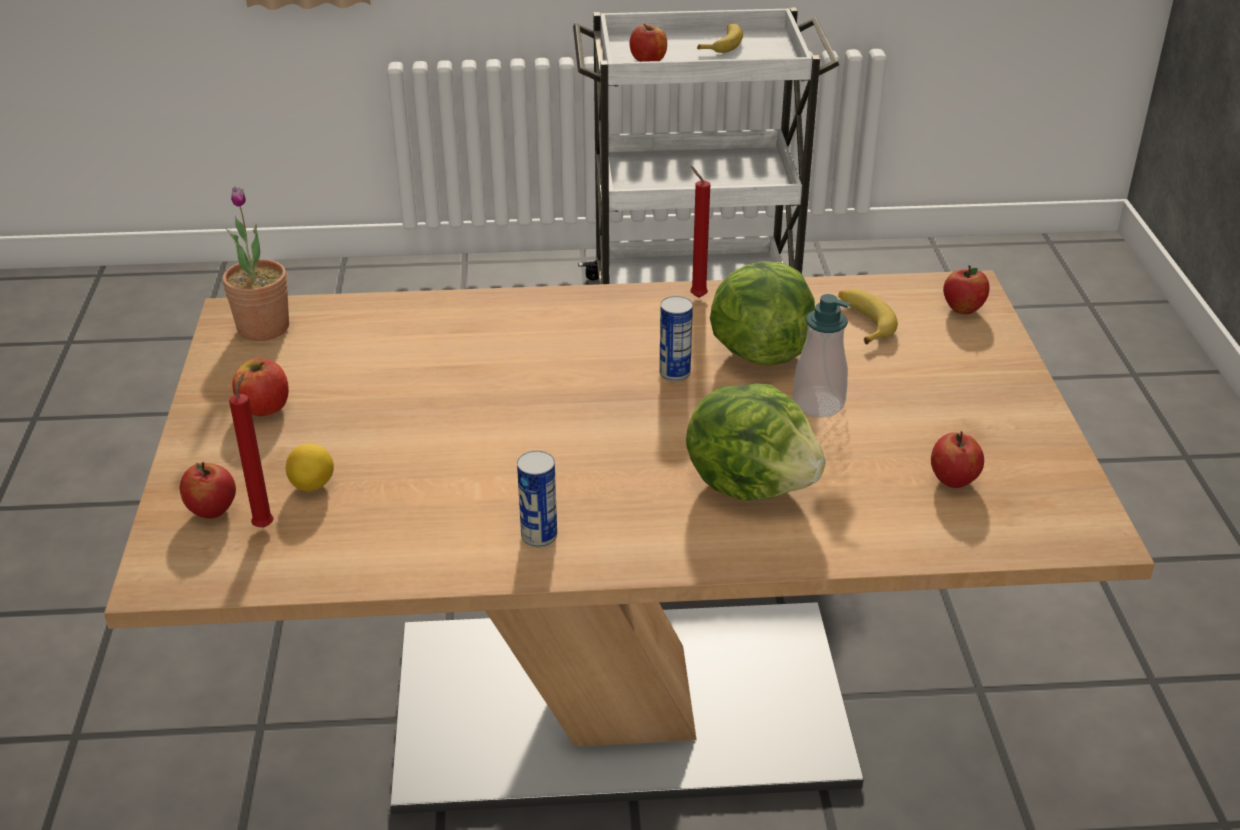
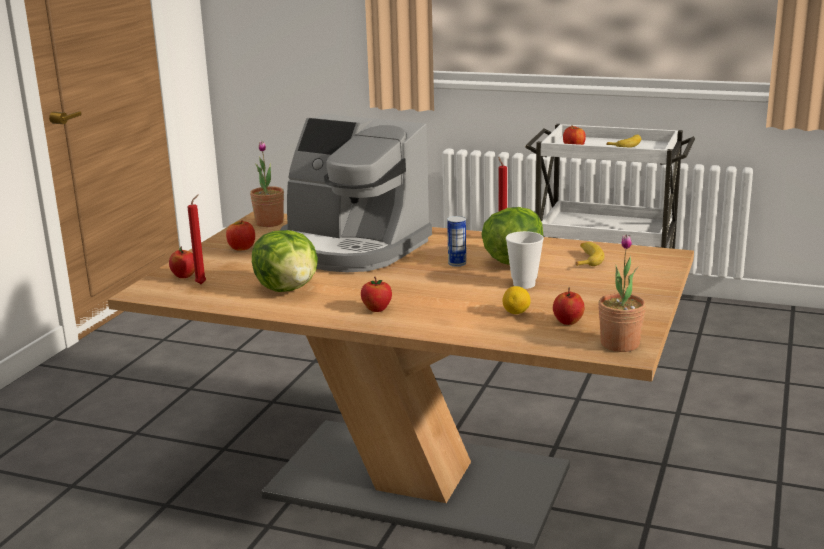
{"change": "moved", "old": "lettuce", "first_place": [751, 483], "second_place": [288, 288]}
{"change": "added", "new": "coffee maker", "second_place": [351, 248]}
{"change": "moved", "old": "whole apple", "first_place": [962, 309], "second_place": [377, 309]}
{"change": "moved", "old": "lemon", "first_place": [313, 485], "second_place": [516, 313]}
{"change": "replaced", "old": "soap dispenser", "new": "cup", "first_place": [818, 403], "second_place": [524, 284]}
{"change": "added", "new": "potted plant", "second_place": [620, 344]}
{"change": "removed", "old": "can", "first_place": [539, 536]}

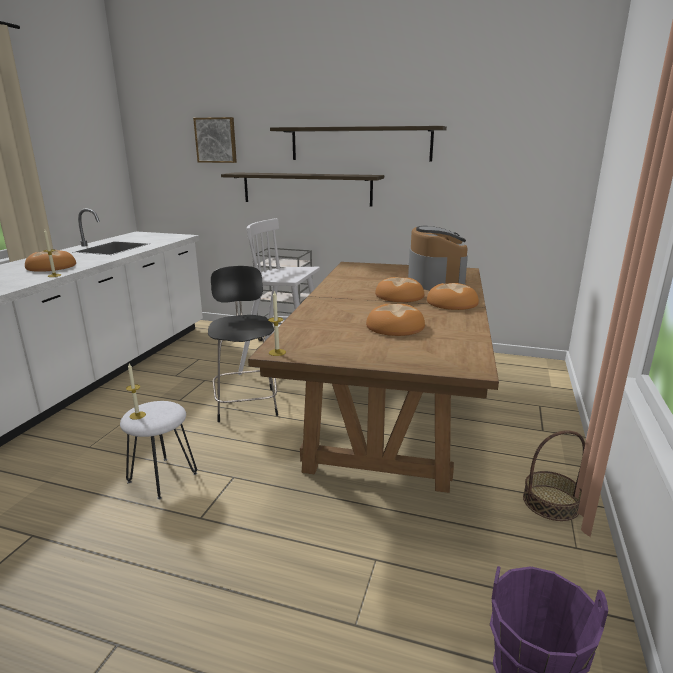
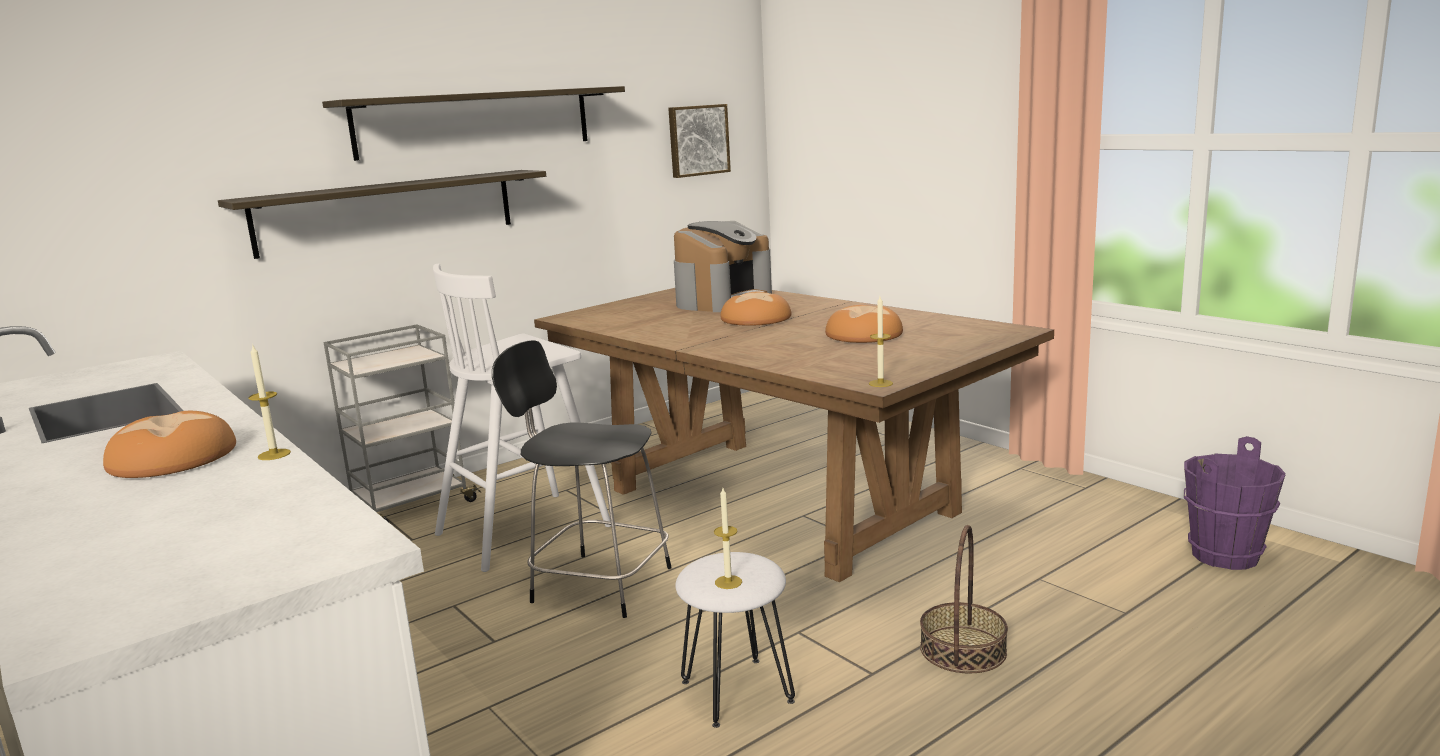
{"change": "moved", "old": "wall art", "first_place": [216, 140], "second_place": [697, 140]}
{"change": "turned", "old": "coffee maker", "first_place": [435, 281], "second_place": [723, 300], "degrees": 90}
{"change": "moved", "old": "basket", "first_place": [550, 502], "second_place": [962, 649]}
{"change": "removed", "old": "bread", "first_place": [452, 303]}

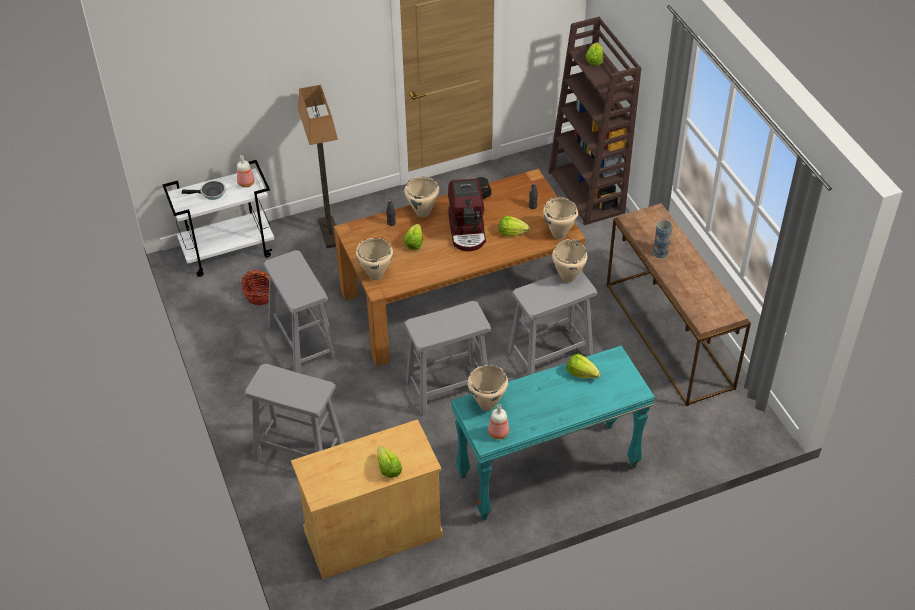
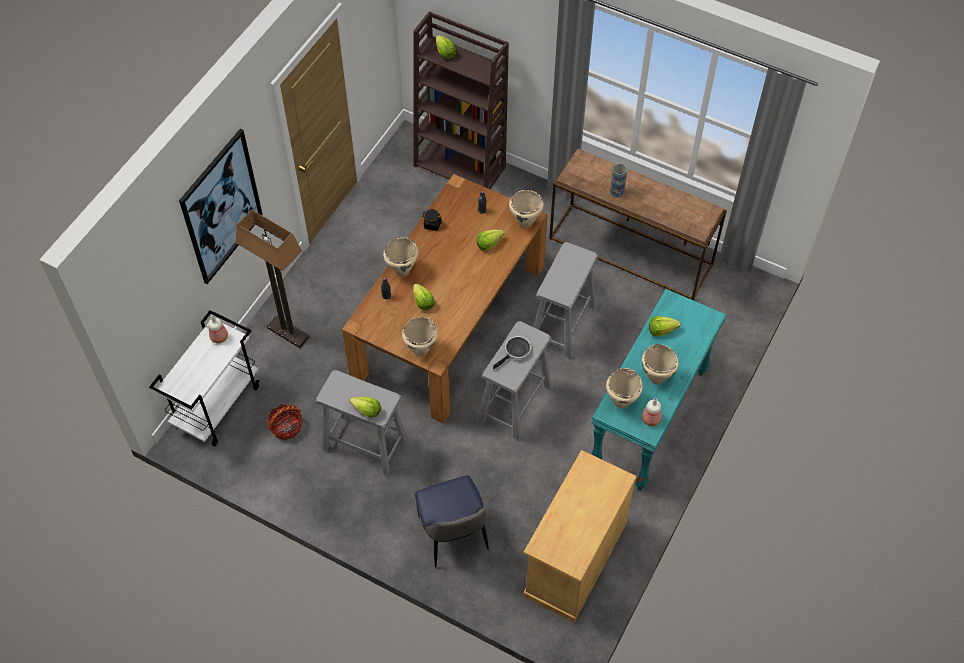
{"change": "added", "new": "wall art", "second_place": [221, 207]}
{"change": "moved", "old": "lettuce", "first_place": [388, 468], "second_place": [367, 411]}
{"change": "replaced", "old": "greyish stool seat", "new": "upright chair", "first_place": [298, 450], "second_place": [453, 536]}
{"change": "moved", "old": "frying pan", "first_place": [211, 193], "second_place": [516, 352]}
{"change": "moved", "old": "sand-coloured stockpot", "first_place": [567, 277], "second_place": [656, 378]}
{"change": "removed", "old": "coffee maker", "first_place": [468, 231]}

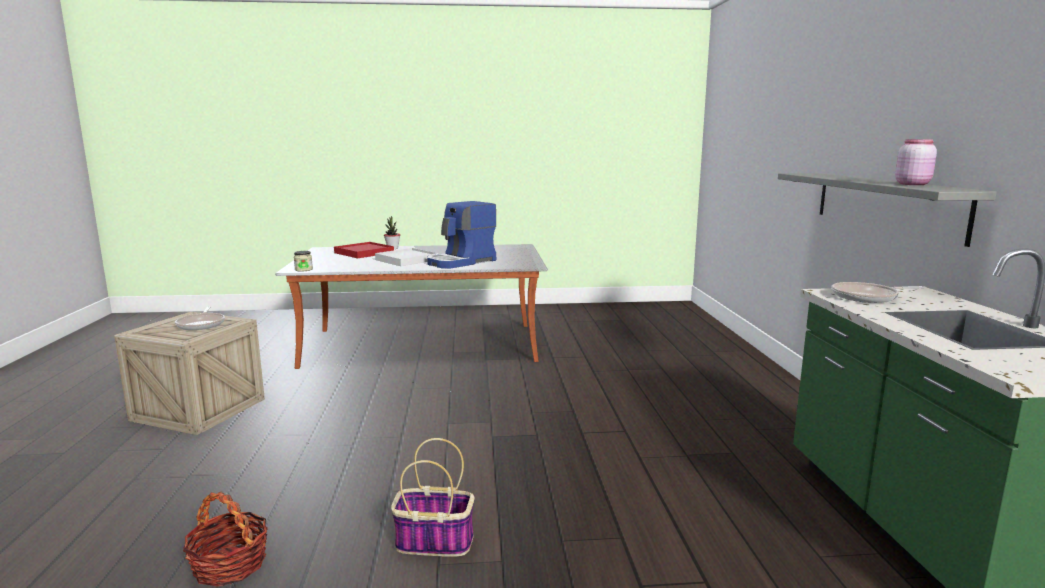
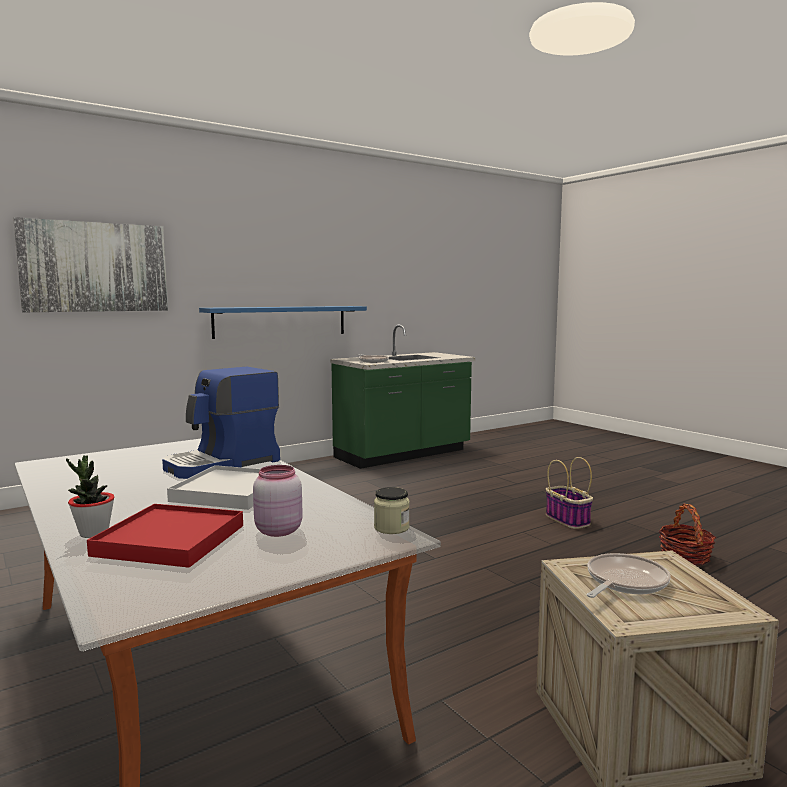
{"change": "added", "new": "wall art", "second_place": [95, 267]}
{"change": "turned", "old": "coffee maker", "first_place": [462, 262], "second_place": [223, 464], "degrees": 120}
{"change": "recoloured", "old": "greyish shelf", "new": "blue-coloured shelf", "first_place": [885, 204], "second_place": [281, 321]}
{"change": "moved", "old": "pinkish preserve jar", "first_place": [912, 184], "second_place": [277, 531]}

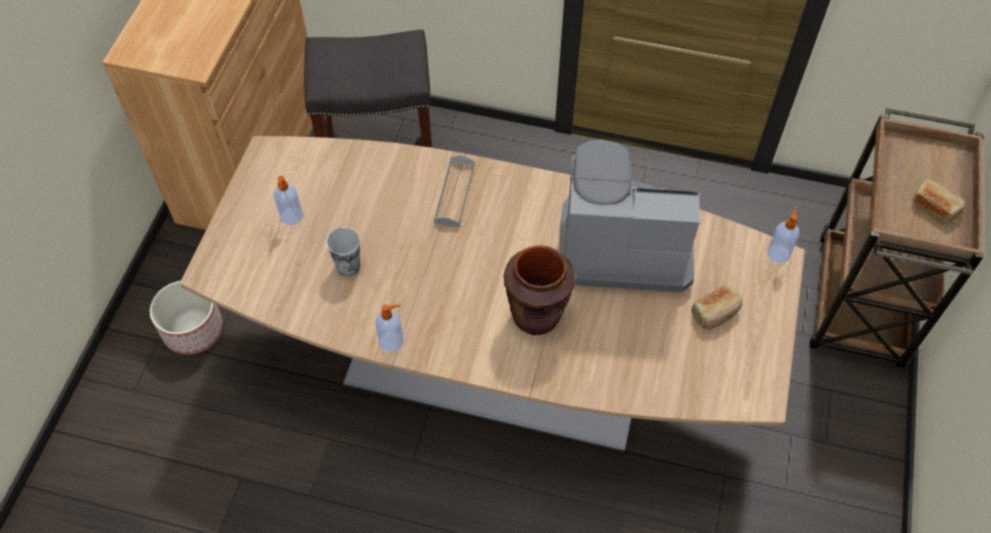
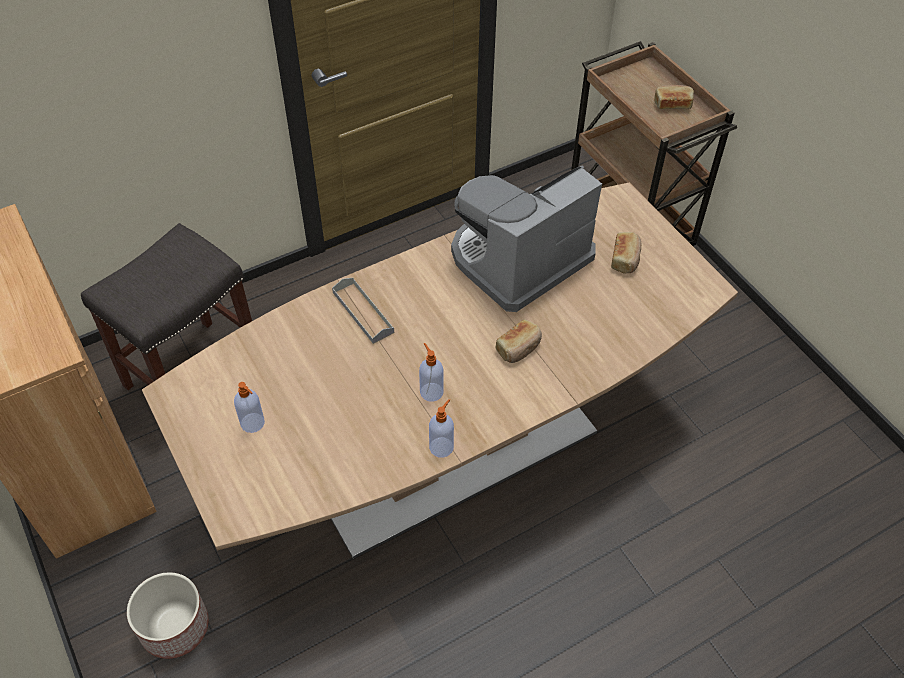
{"change": "moved", "old": "soap dispenser", "first_place": [778, 253], "second_place": [431, 391]}
{"change": "replaced", "old": "brown decorative vase", "new": "bread", "first_place": [536, 315], "second_place": [519, 348]}
{"change": "removed", "old": "cup", "first_place": [348, 265]}

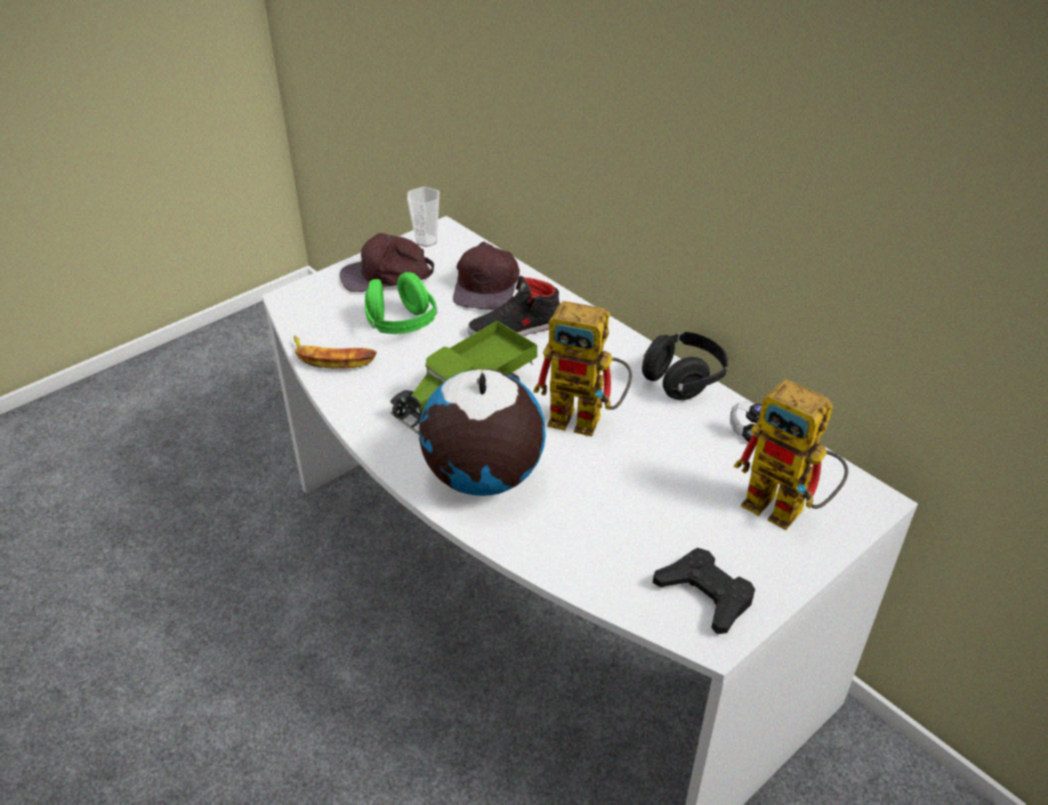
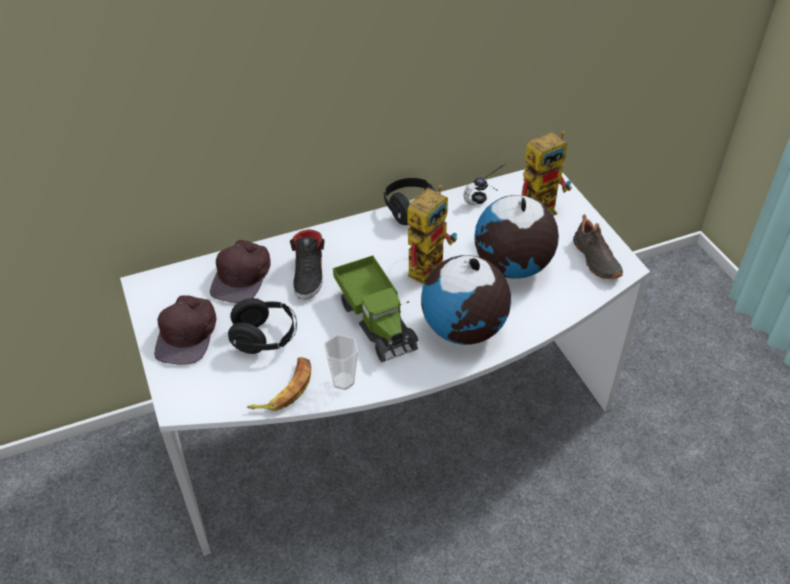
{"change": "turned", "old": "brown peaked cap", "first_place": [488, 284], "second_place": [242, 276], "degrees": 75}
{"change": "recoloured", "old": "green-coloured pair of headphones", "new": "black-coloured pair of headphones", "first_place": [401, 325], "second_place": [265, 338]}
{"change": "moved", "old": "cup", "first_place": [426, 241], "second_place": [343, 381]}
{"change": "added", "new": "globe", "second_place": [512, 267]}
{"change": "replaced", "old": "black-coloured game controller", "new": "black-coloured shoe", "first_place": [705, 594], "second_place": [594, 260]}

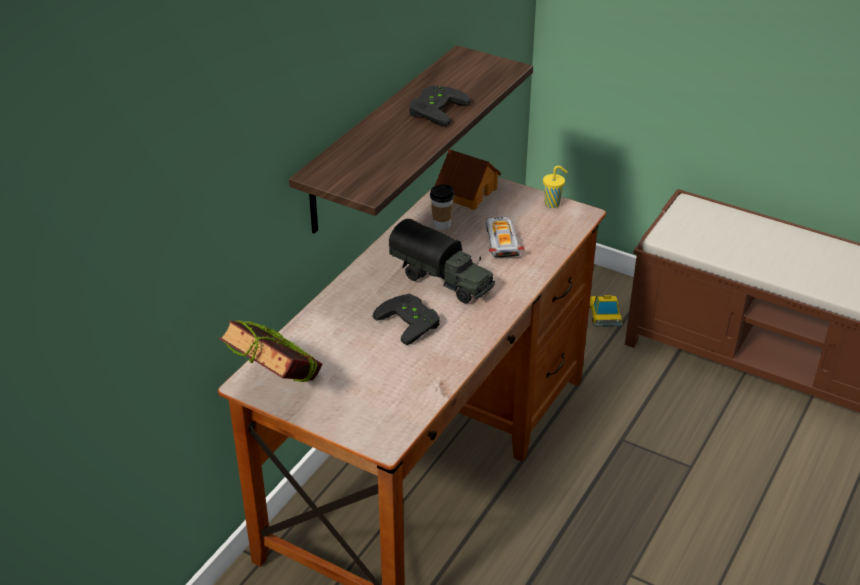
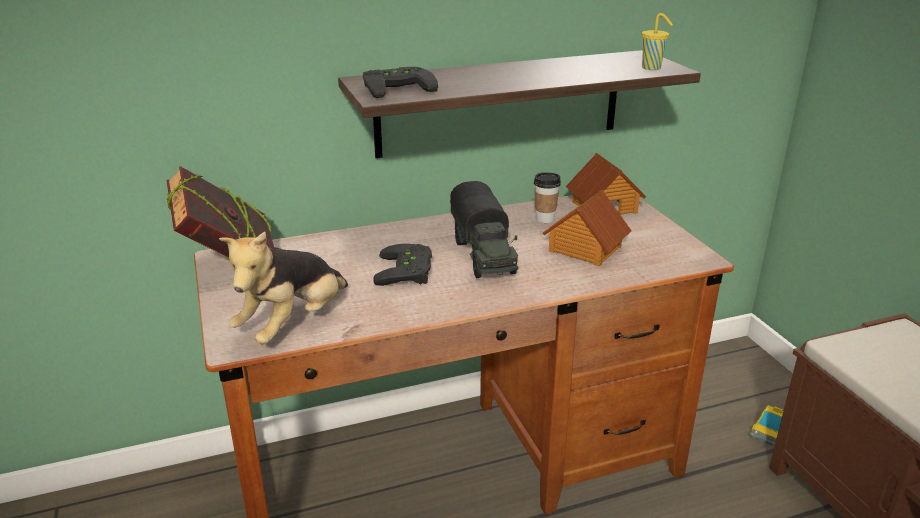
{"change": "added", "new": "cuddly toy", "second_place": [293, 324]}
{"change": "moved", "old": "black-coloured game controller", "first_place": [434, 109], "second_place": [397, 87]}
{"change": "replaced", "old": "model car", "new": "toy house", "first_place": [502, 241], "second_place": [584, 249]}
{"change": "moved", "old": "yellow cup", "first_place": [553, 204], "second_place": [652, 68]}

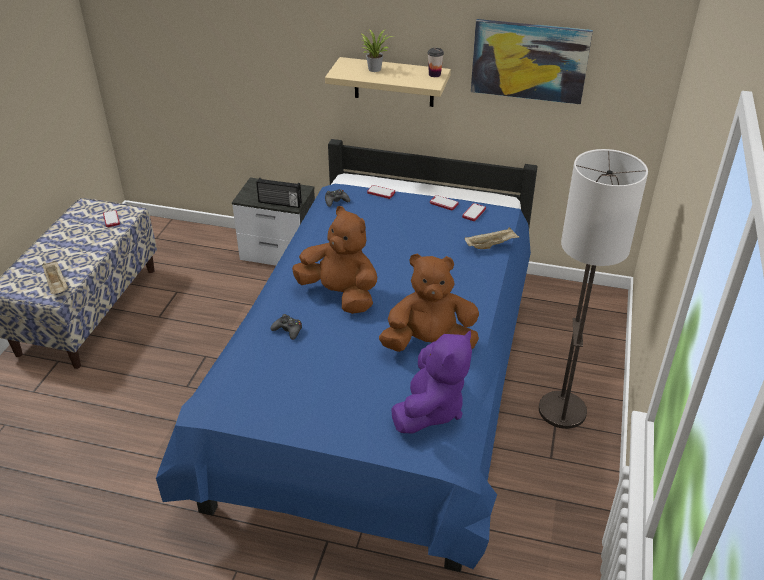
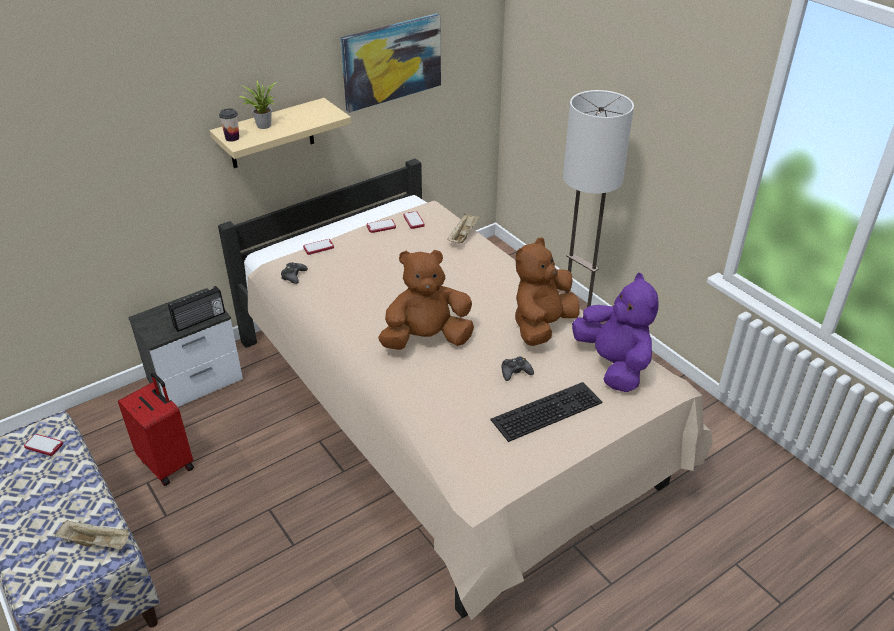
{"change": "added", "new": "red-coloured piece of luggage", "second_place": [168, 463]}
{"change": "recoloured", "old": "blue-coloured bedroom bed", "new": "sand-coloured bedroom bed", "first_place": [380, 388], "second_place": [446, 418]}
{"change": "moved", "old": "cup", "first_place": [434, 74], "second_place": [232, 138]}
{"change": "added", "new": "computer keyboard", "second_place": [546, 409]}
{"change": "moved", "old": "black-coloured game controller", "first_place": [288, 330], "second_place": [515, 372]}

